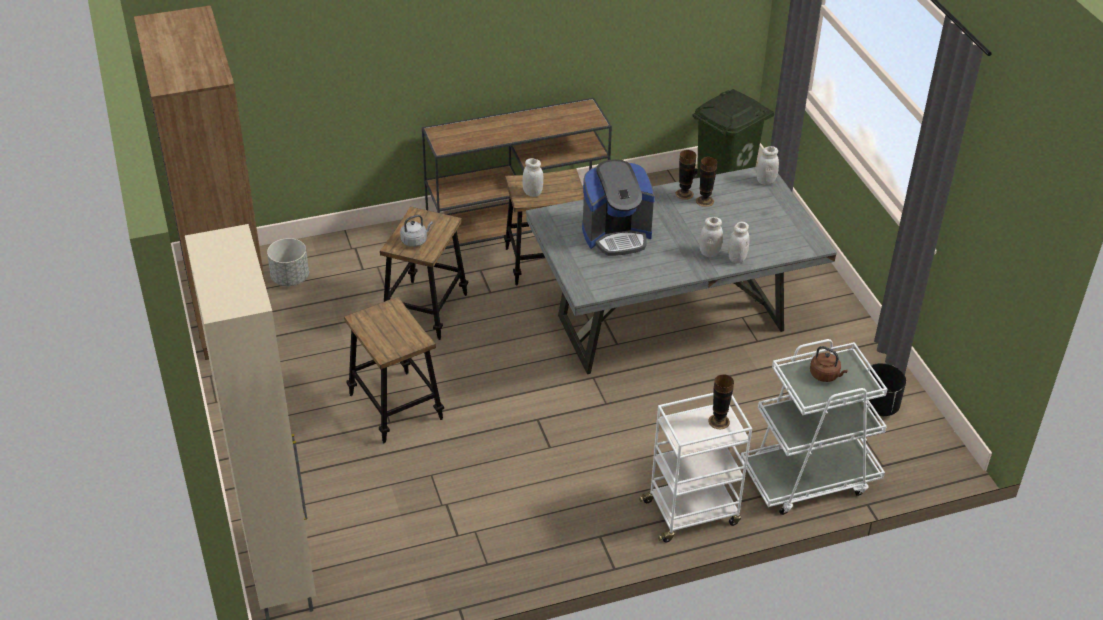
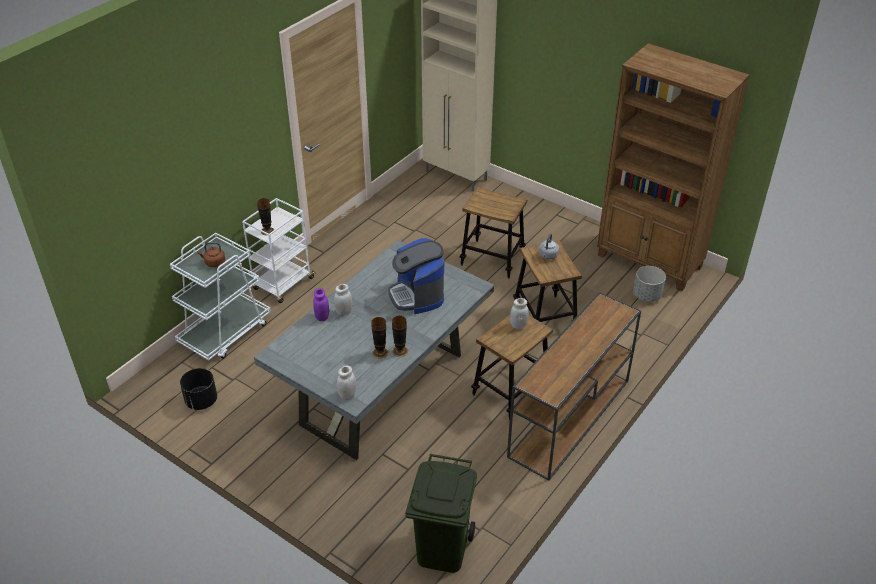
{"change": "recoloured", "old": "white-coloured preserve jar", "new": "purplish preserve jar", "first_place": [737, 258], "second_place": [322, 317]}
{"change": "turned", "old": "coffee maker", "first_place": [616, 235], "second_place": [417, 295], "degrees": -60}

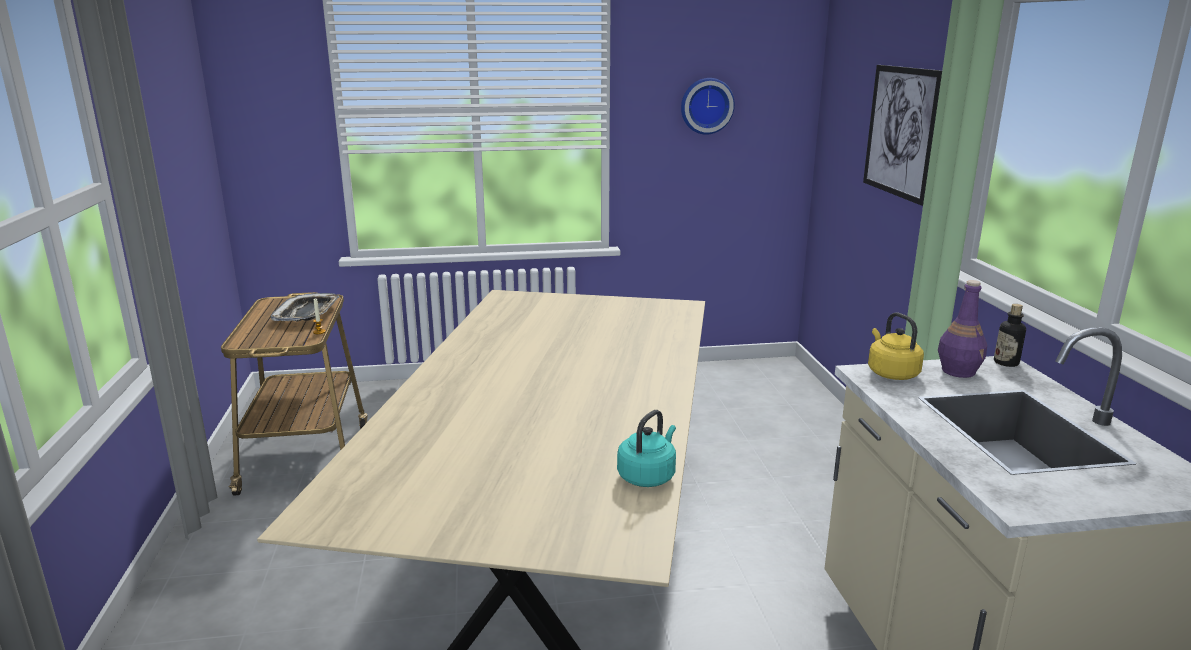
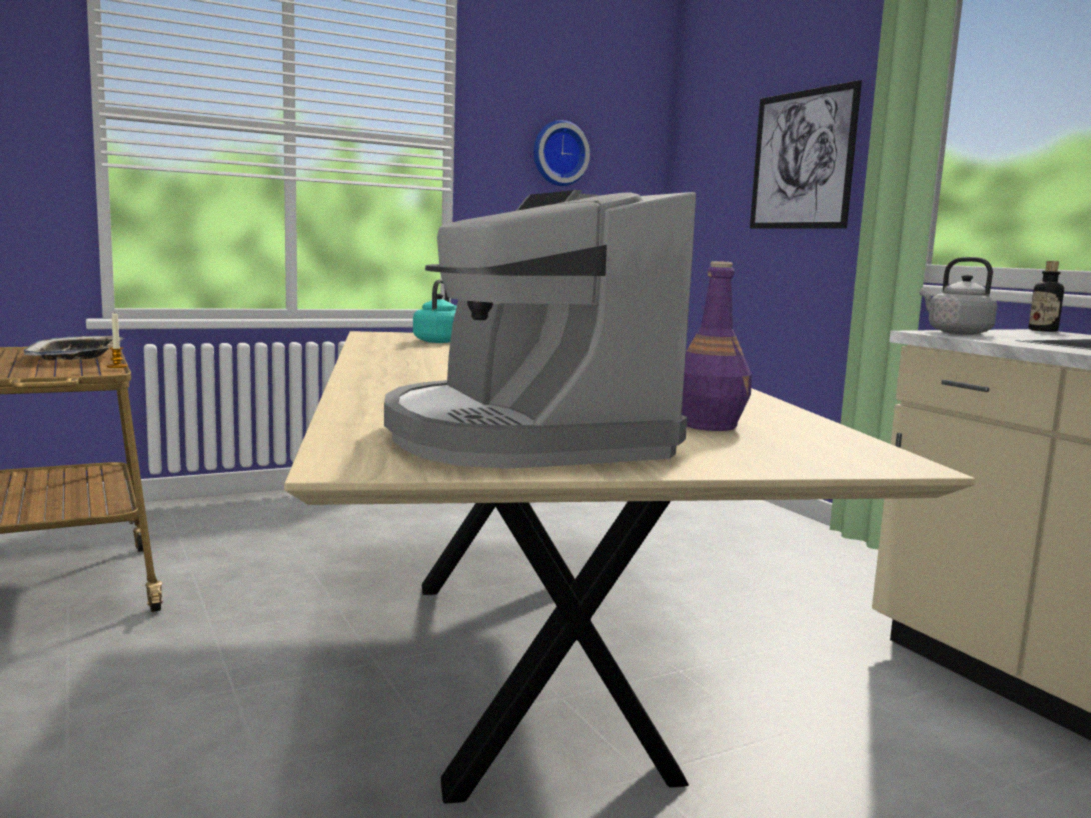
{"change": "added", "new": "coffee maker", "second_place": [523, 437]}
{"change": "moved", "old": "turquoise water kettle", "first_place": [648, 476], "second_place": [439, 341]}
{"change": "moved", "old": "purplish bottle", "first_place": [958, 371], "second_place": [709, 425]}
{"change": "recoloured", "old": "yellow water kettle", "new": "greyish water kettle", "first_place": [891, 373], "second_place": [955, 332]}

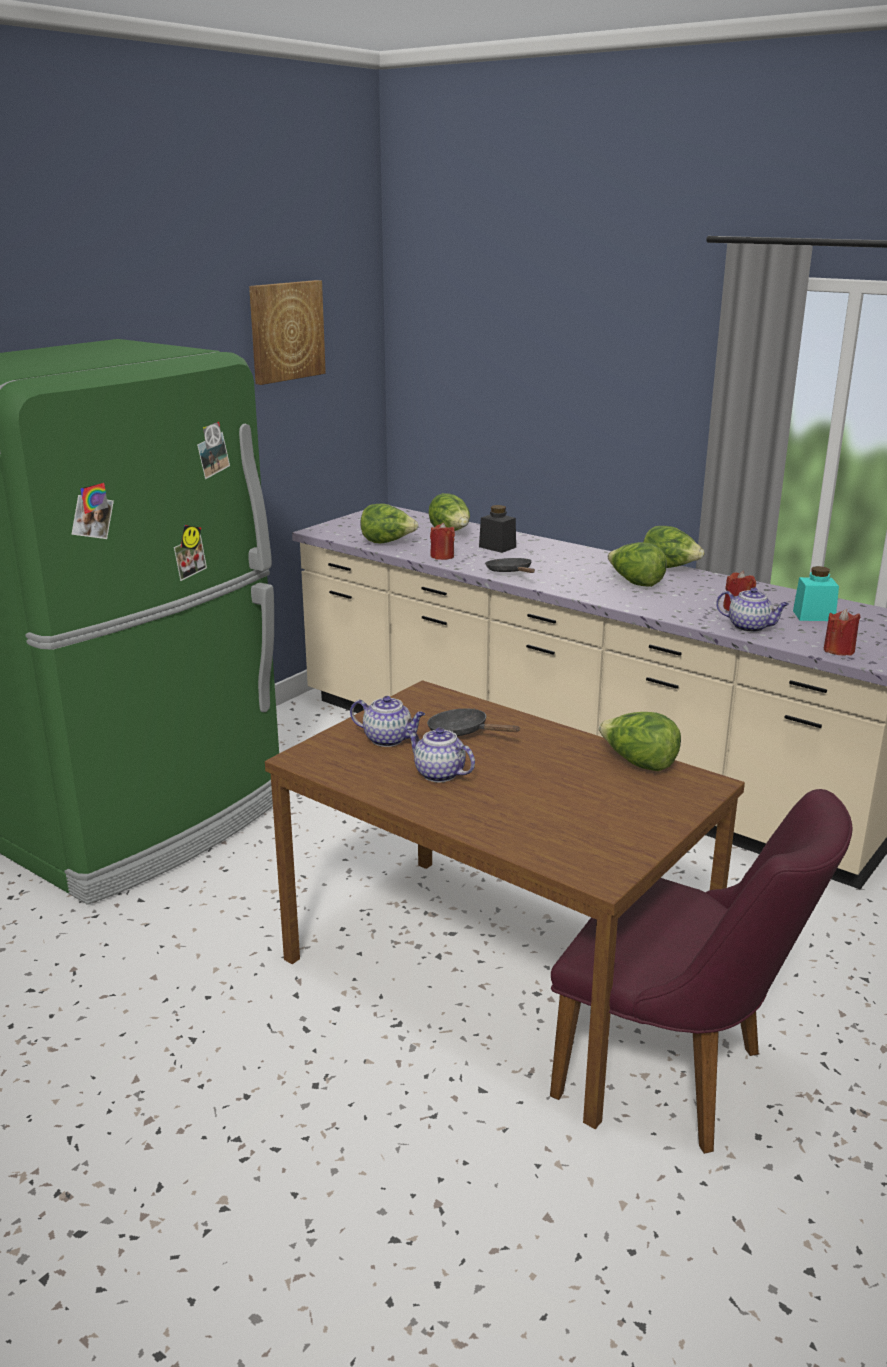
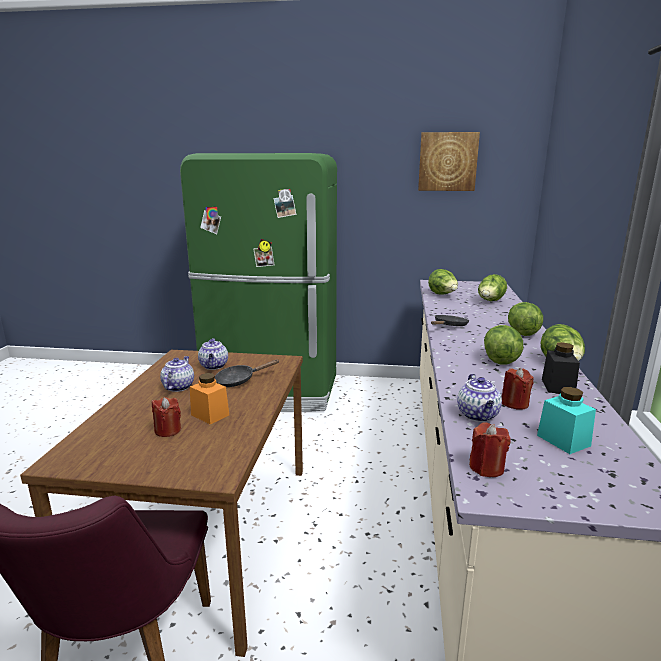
{"change": "moved", "old": "red-coloured wax candle", "first_place": [442, 556], "second_place": [168, 430]}
{"change": "added", "new": "orange-coloured preserve jar", "second_place": [210, 415]}
{"change": "turned", "old": "black-coloured frying pan", "first_place": [463, 732], "second_place": [239, 380], "degrees": -120}
{"change": "moved", "old": "lettuce", "first_place": [638, 764], "second_place": [522, 332]}
{"change": "moved", "old": "black-coloured preserve jar", "first_place": [497, 547], "second_place": [558, 386]}

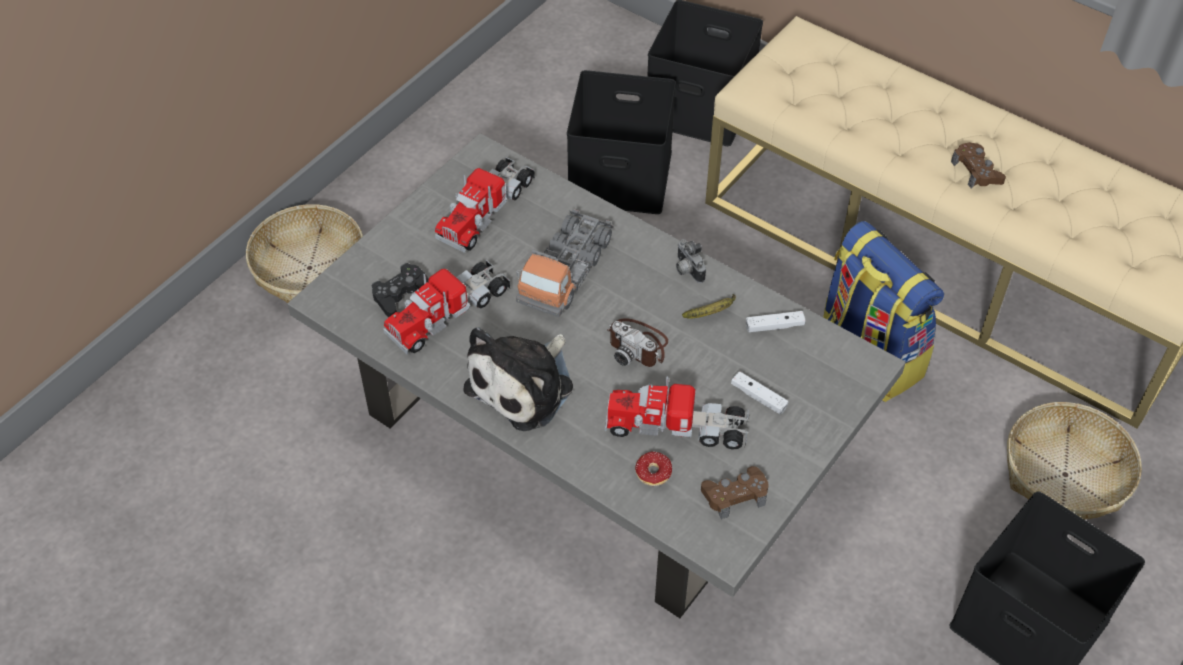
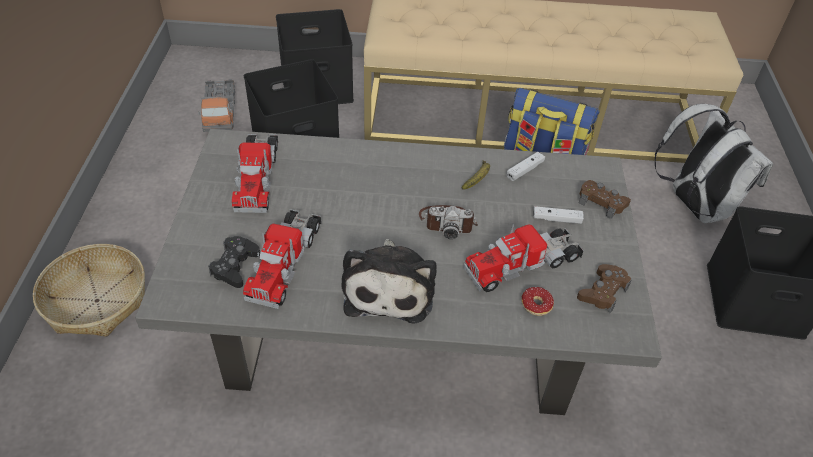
{"change": "moved", "old": "model truck", "first_place": [566, 271], "second_place": [220, 112]}
{"change": "moved", "old": "brown game controller", "first_place": [976, 171], "second_place": [602, 202]}
{"change": "replaced", "old": "basket", "new": "white-coloured backpack", "first_place": [1064, 474], "second_place": [693, 205]}
{"change": "removed", "old": "still camera", "first_place": [687, 270]}

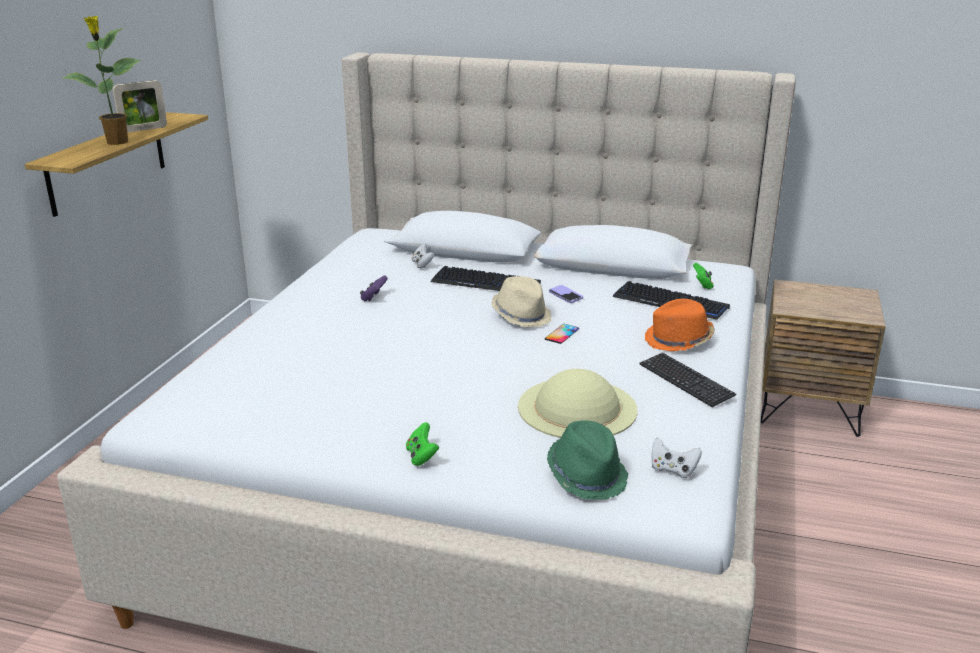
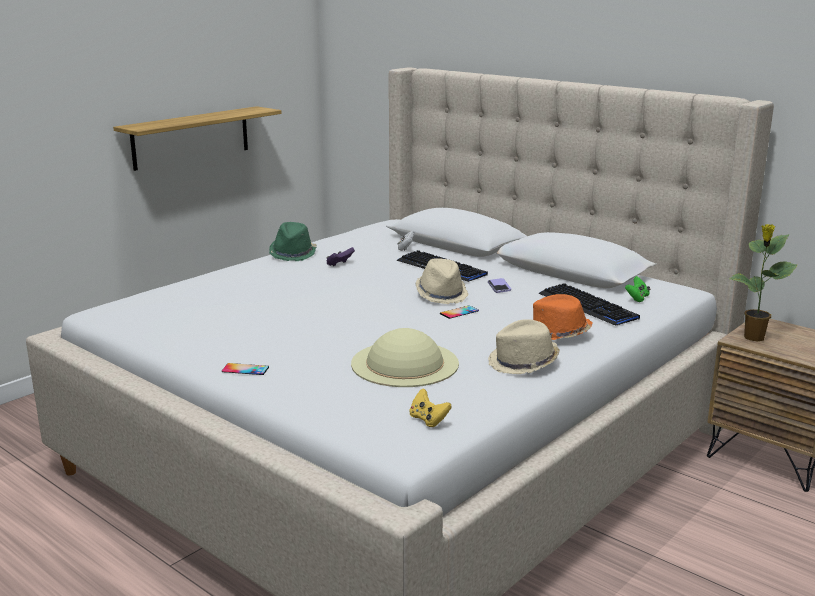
{"change": "replaced", "old": "green-coloured game controller", "new": "phone", "first_place": [421, 456], "second_place": [245, 369]}
{"change": "moved", "old": "green-coloured wearable hat", "first_place": [587, 475], "second_place": [293, 253]}
{"change": "recoloured", "old": "white-coloured game controller", "new": "yellow game controller", "first_place": [673, 470], "second_place": [428, 420]}
{"change": "replaced", "old": "computer keyboard", "new": "sand-coloured wearable hat", "first_place": [685, 381], "second_place": [523, 363]}
{"change": "moved", "old": "potted plant", "first_place": [116, 142], "second_place": [753, 338]}
{"change": "removed", "old": "photo frame", "first_place": [144, 129]}

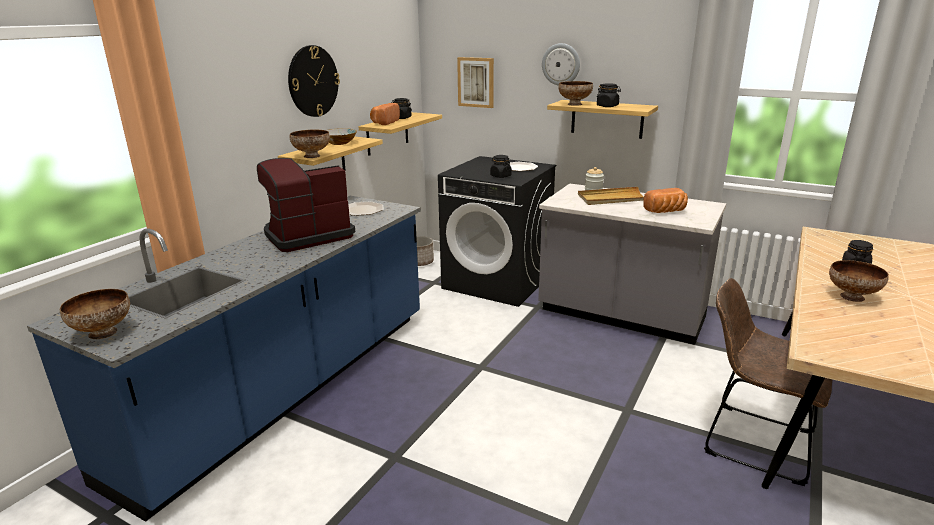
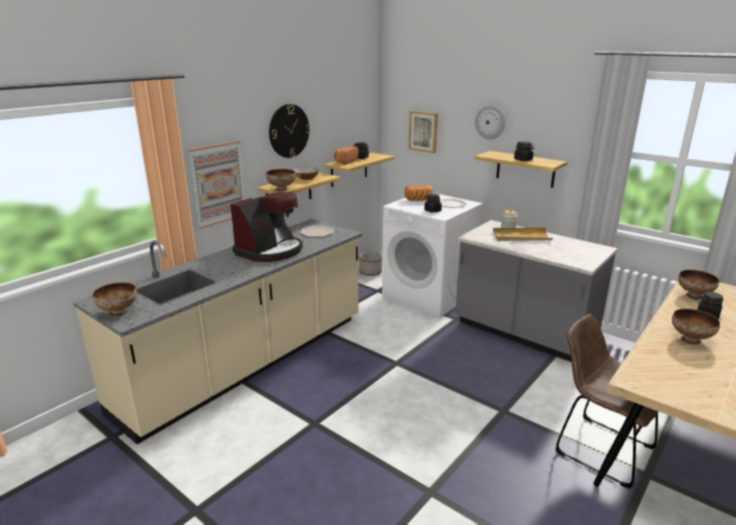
{"change": "recoloured", "old": "blue-coloured counter", "new": "sand-coloured counter", "first_place": [288, 388], "second_place": [249, 363]}
{"change": "added", "new": "wall art", "second_place": [218, 183]}
{"change": "turned", "old": "coffee maker", "first_place": [307, 236], "second_place": [270, 251], "degrees": 150}
{"change": "recoloured", "old": "black-coloured laundry appliance", "new": "white-coloured laundry appliance", "first_place": [497, 282], "second_place": [429, 295]}
{"change": "moved", "old": "bread", "first_place": [666, 211], "second_place": [419, 200]}
{"change": "moved", "old": "bowl", "first_place": [574, 104], "second_place": [694, 295]}

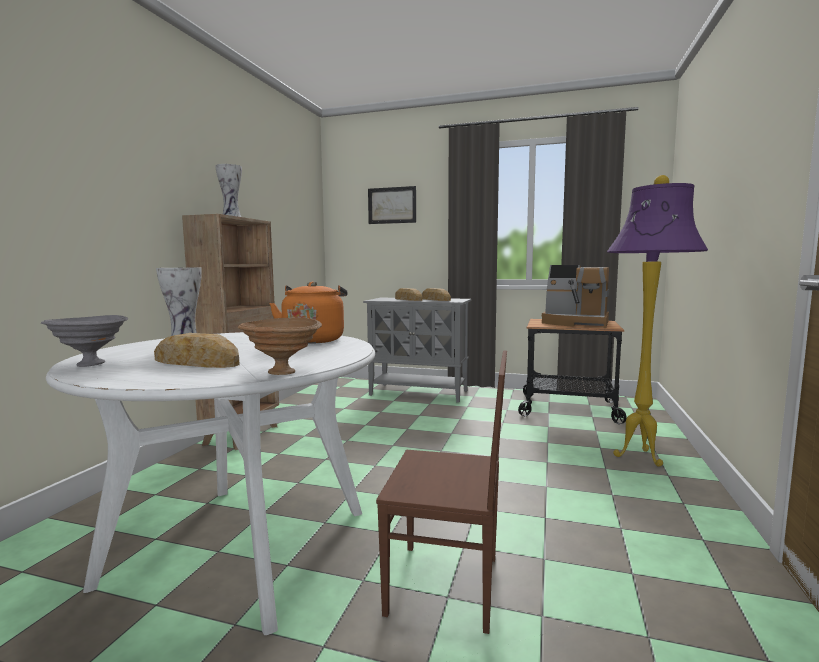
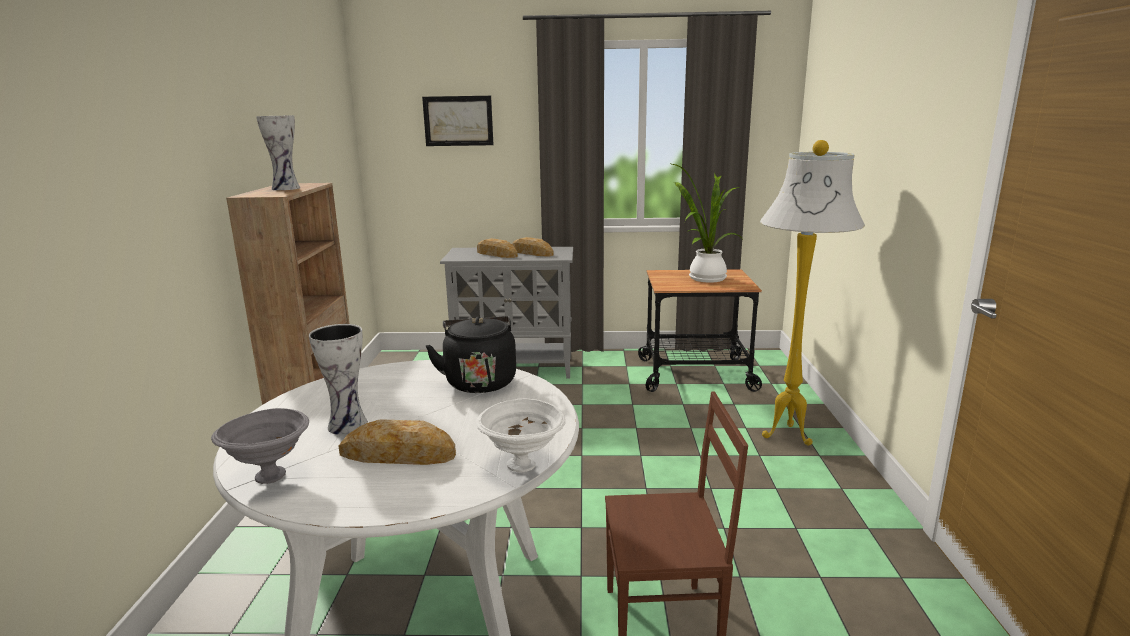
{"change": "recoloured", "old": "orange-coloured water kettle", "new": "black-coloured water kettle", "first_place": [314, 340], "second_place": [479, 381]}
{"change": "recoloured", "old": "brown bowl", "new": "white-coloured bowl", "first_place": [284, 373], "second_place": [523, 465]}
{"change": "replaced", "old": "coffee maker", "new": "potted plant", "first_place": [576, 323], "second_place": [704, 278]}
{"change": "recoloured", "old": "purplish standing lamp", "new": "white-coloured standing lamp", "first_place": [642, 458], "second_place": [790, 436]}

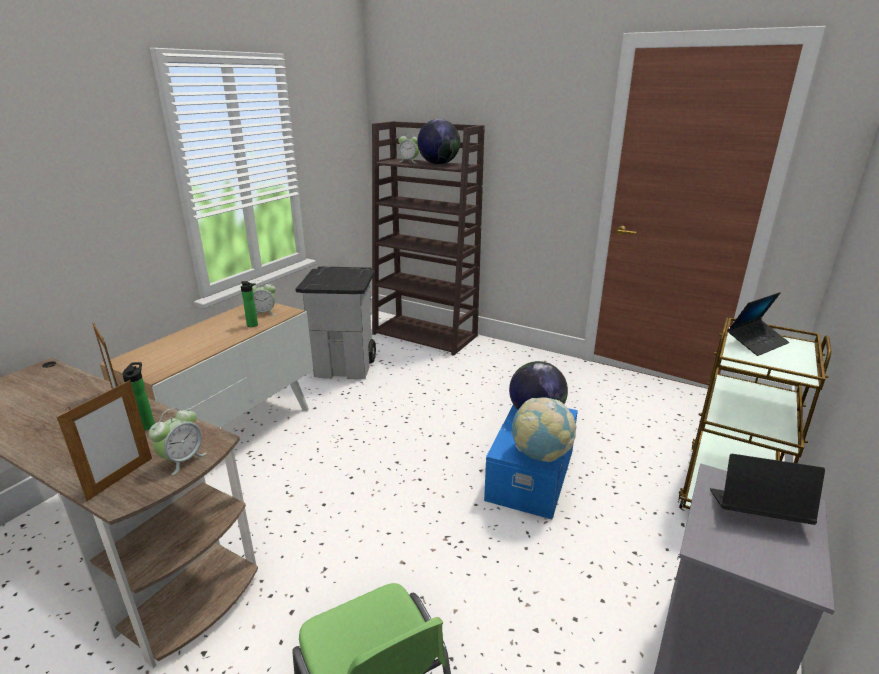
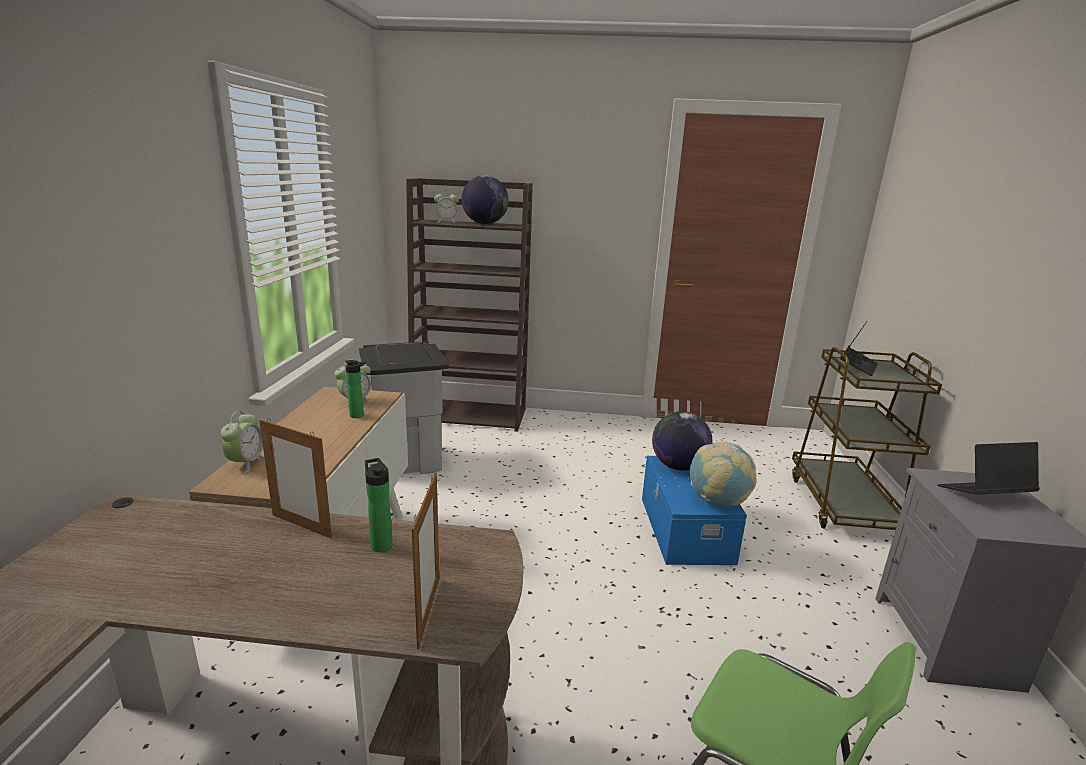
{"change": "moved", "old": "table clock", "first_place": [182, 460], "second_place": [246, 463]}

